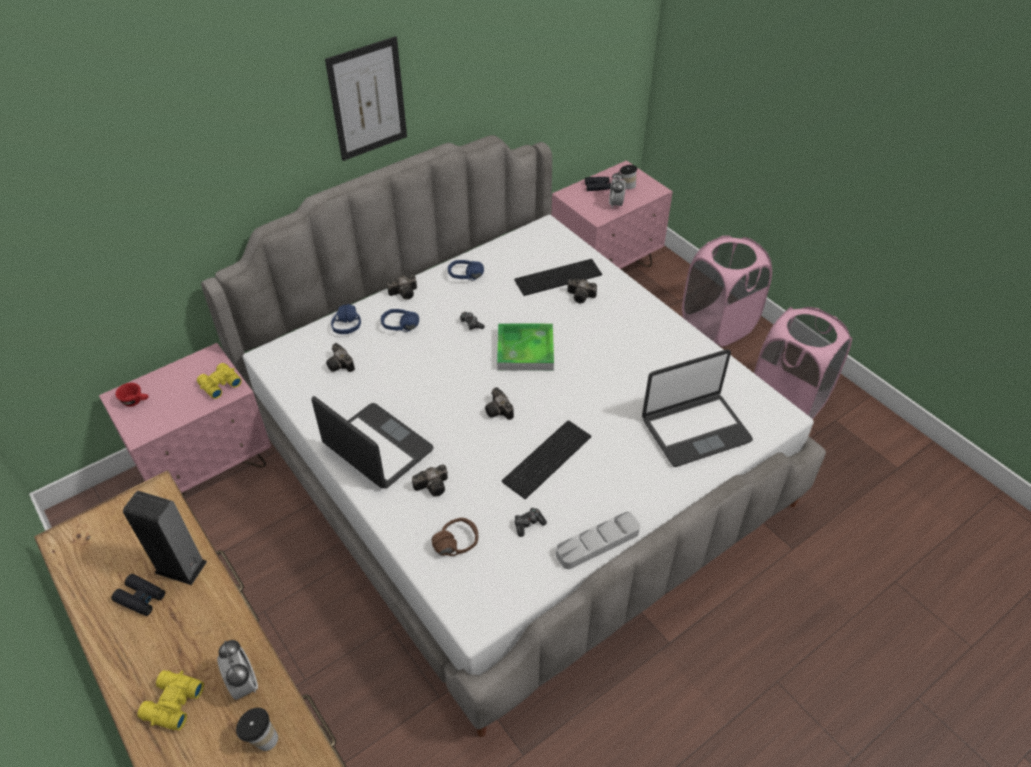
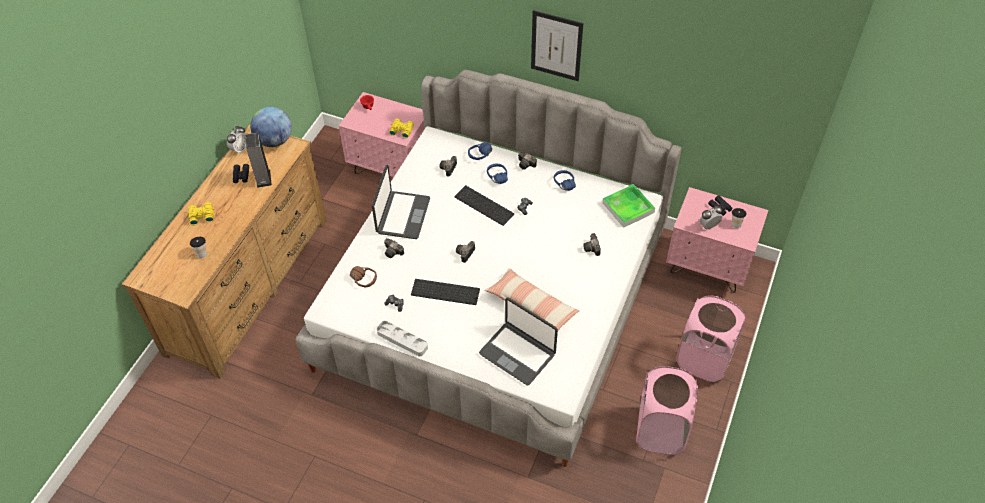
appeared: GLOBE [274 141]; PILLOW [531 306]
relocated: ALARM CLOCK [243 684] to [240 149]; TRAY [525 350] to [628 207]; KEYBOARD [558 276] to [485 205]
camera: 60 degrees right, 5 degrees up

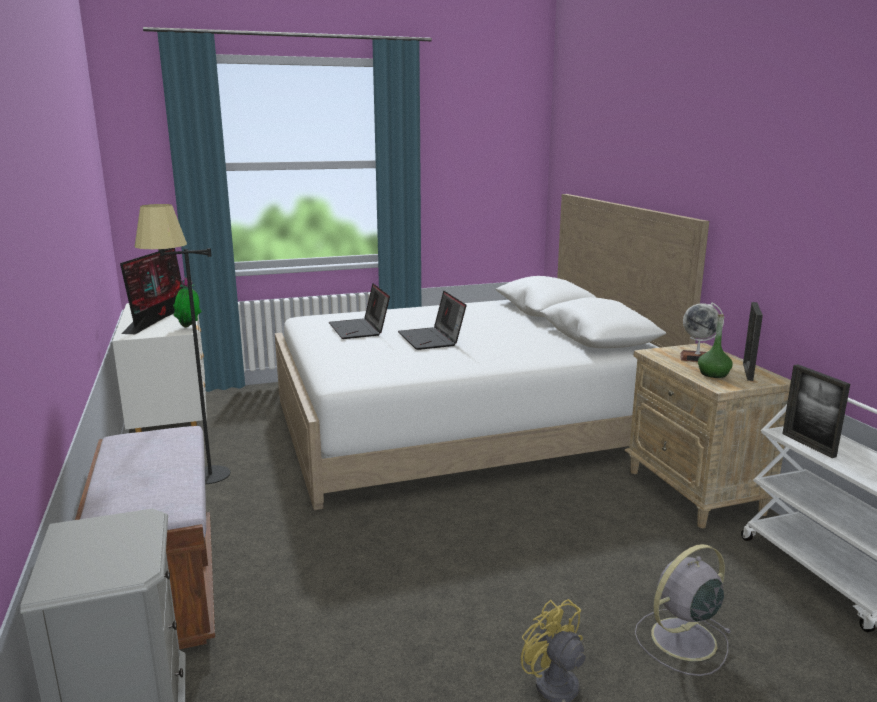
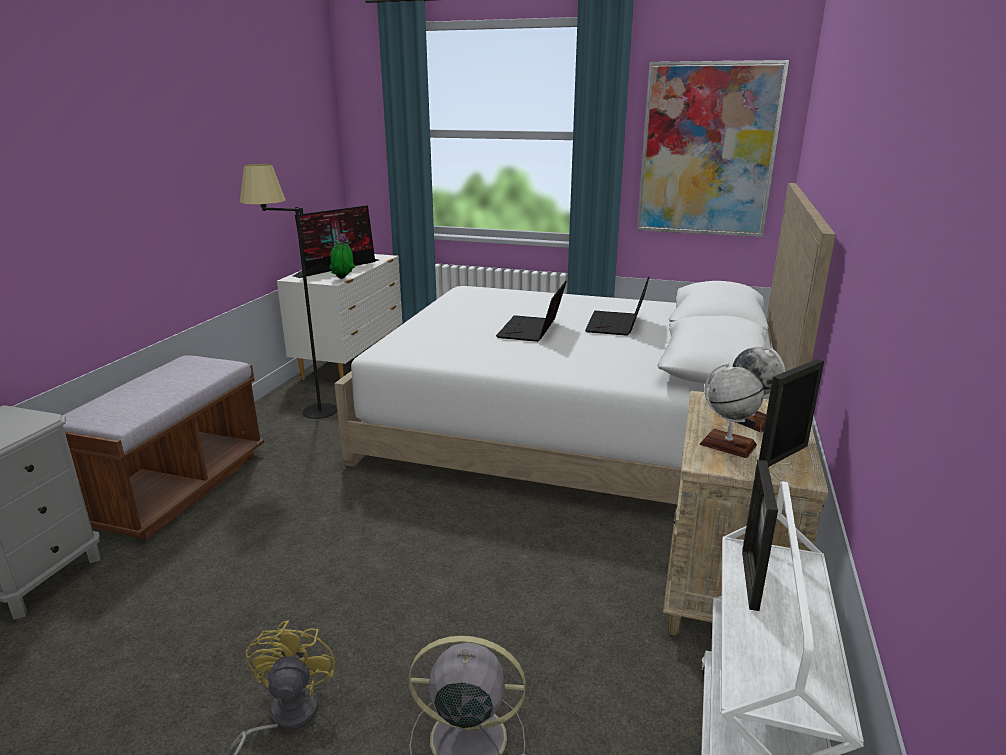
appeared: PICTURE [707 150]
relocated: LAPTOP [360 329] to [617 325]
exchanged: GREEN BOTTLE [713 374] to GLOBE [727 445]
camera: 35 degrees right, 5 degrees up

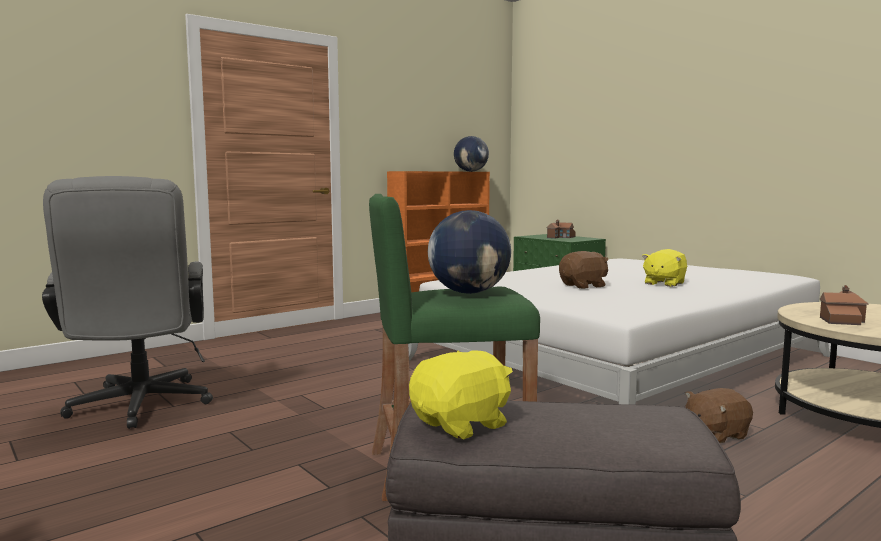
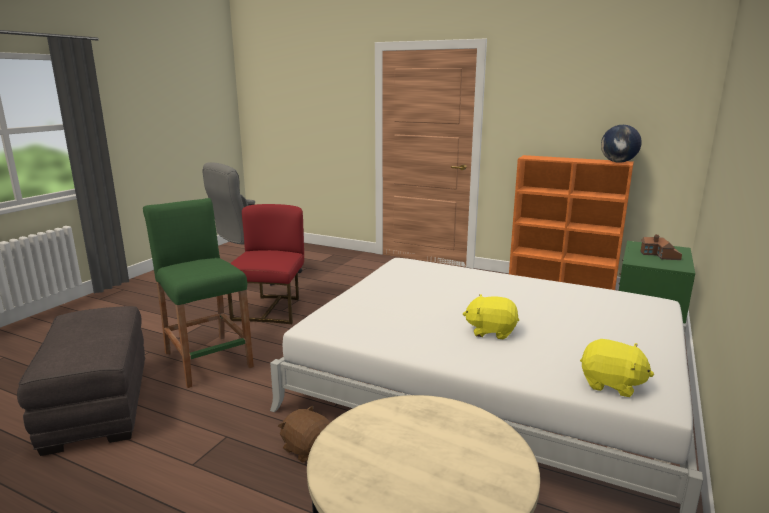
missing: GLOBE [469 292]; BROWN PLUSH TOY [584 286]; TOY HOUSE [841 319]
appeared: RED CHAIR [271 309]
relocated: YELLOW PLUSH TOY [462 425] to [611 384]
camera: 65 degrees right, 10 degrees up

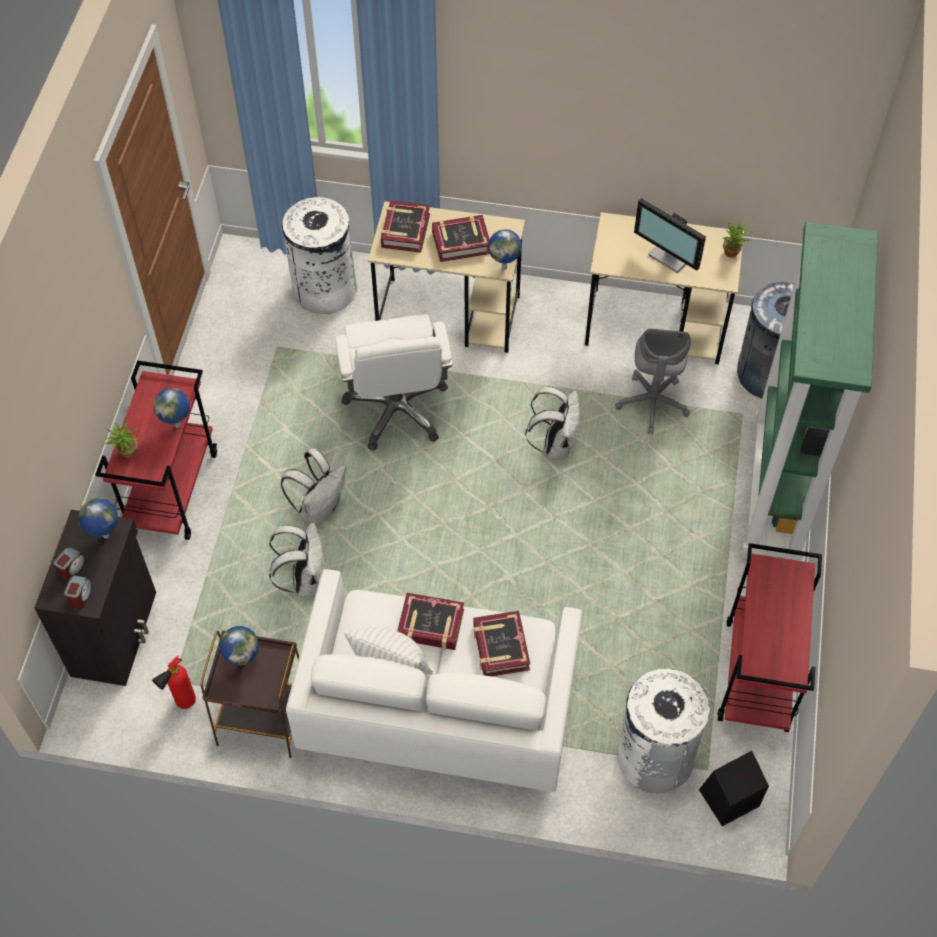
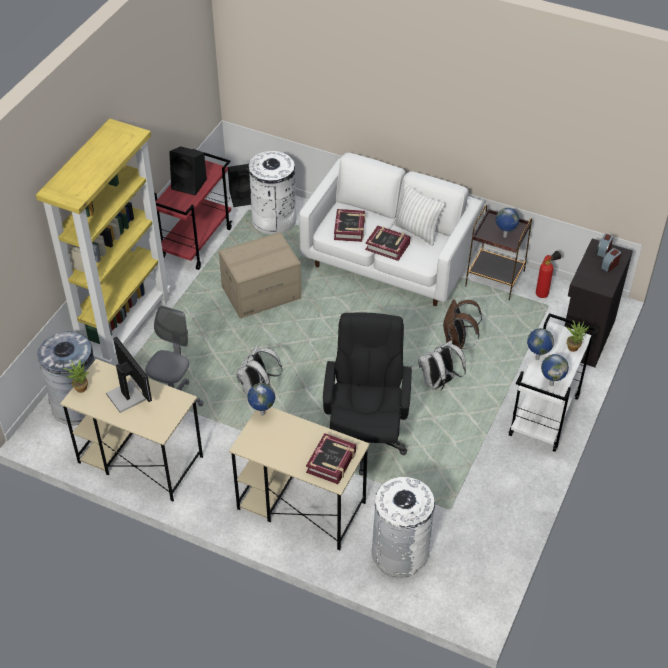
missing: BOOK [461 242]
appeared: BLACK SPEAKER [190 184]; CARDBOARD BOX [261 292]
relocated: GLOBE [105 536] to [551 384]
colour: RED CART [171 490] to WHITE CART [544 417]; WHITE BACKPACK [304 579] to BROWN BACKPACK [457 343]; WHITE OFFICE CHAIR [397 409] to BLACK OFFICE CHAIR [365 439]; GREEN BOOKCASE [775 496] to YELLOW BOOKCASE [125 328]
camera: 165 degrees left, 10 degrees down

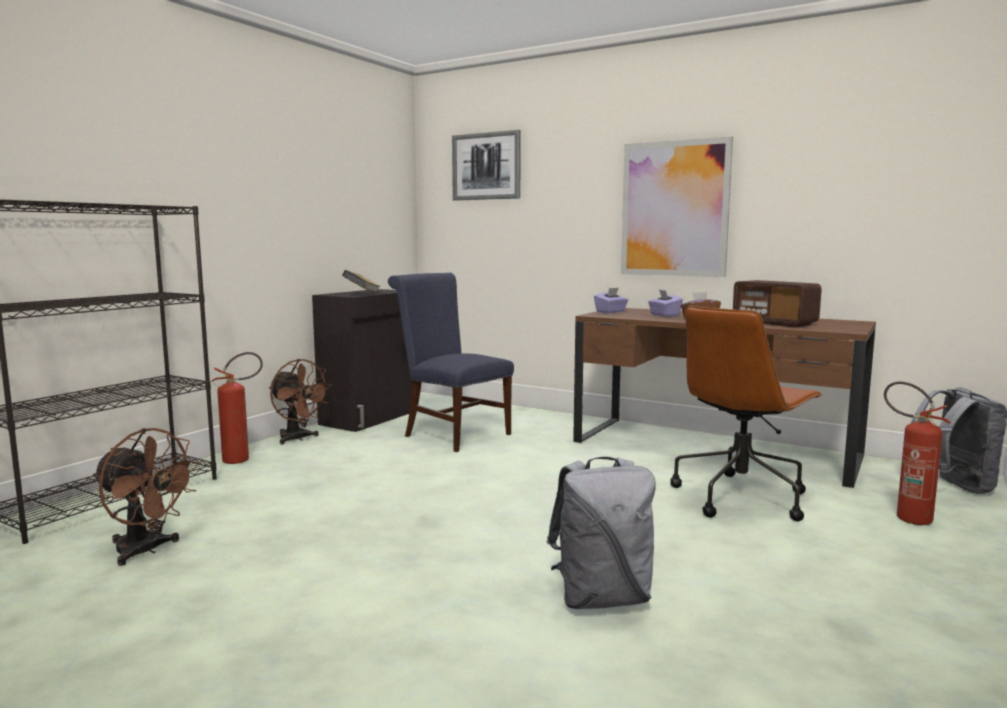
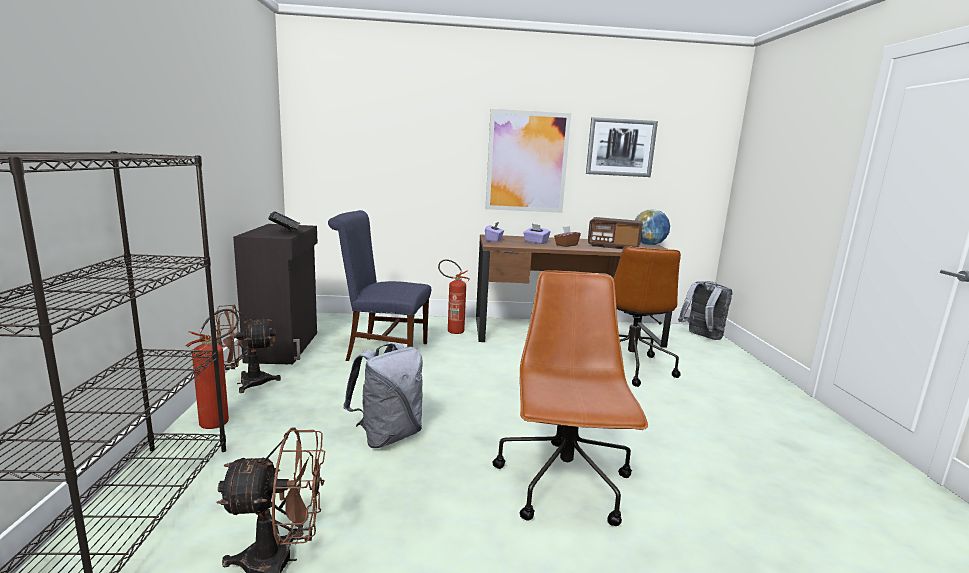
appeared: BROWN OFFICE CHAIR [564 485]; GLOBE [649 245]
relocated: PICTURE [486 166] to [620 147]; GREY BACKPACK [601 598] to [388 436]; FIRE EXTINGUISHER [905 517] to [451 331]
spun: BROWN FAN [298 439] = [246 383] 150 degrees clockwise
camera: 35 degrees left, 5 degrees up

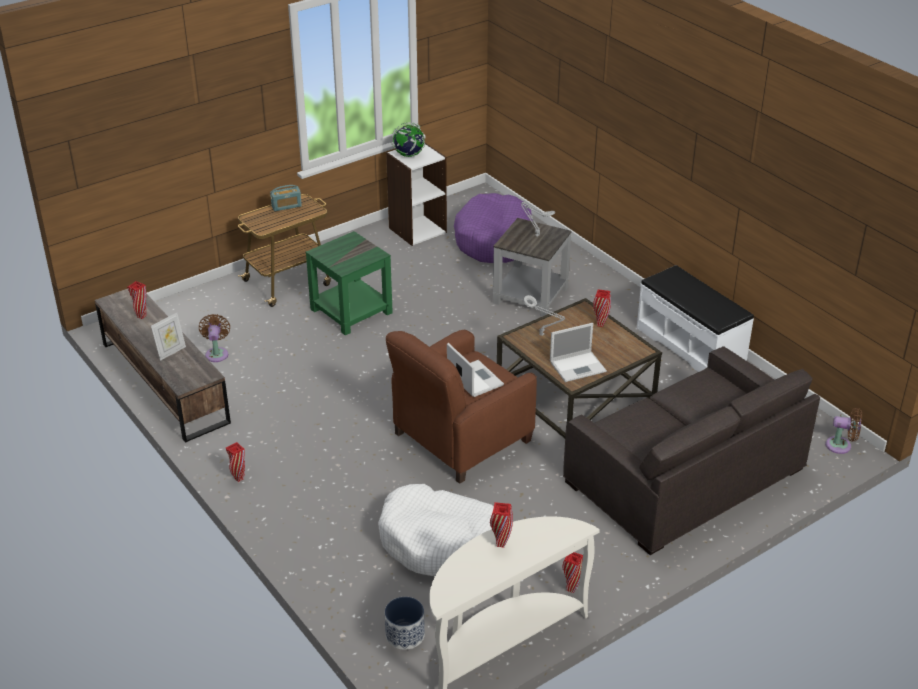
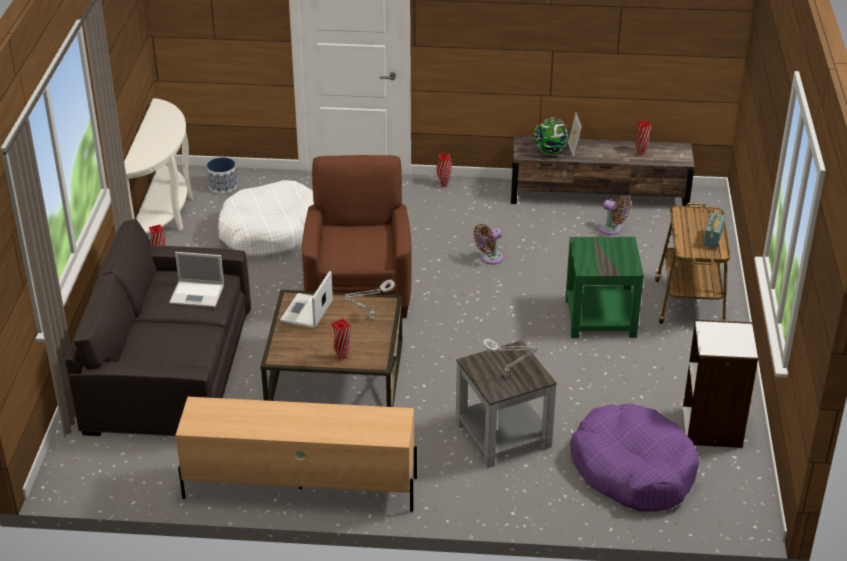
missing: RED VASE [500 544]
relocated: GLOBE [408 155] to [550 151]; LAPTOP [474 378] to [198 294]; BROWN FAN [841 446] to [489 258]
exchanged: WHITE BENCH [691 345] to BEIGE TV STAND [299 487]
camera: 130 degrees right, 0 degrees up

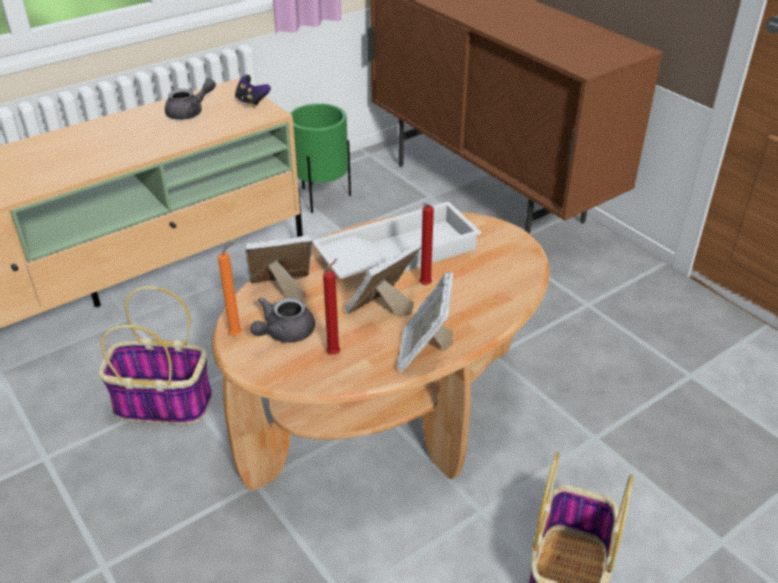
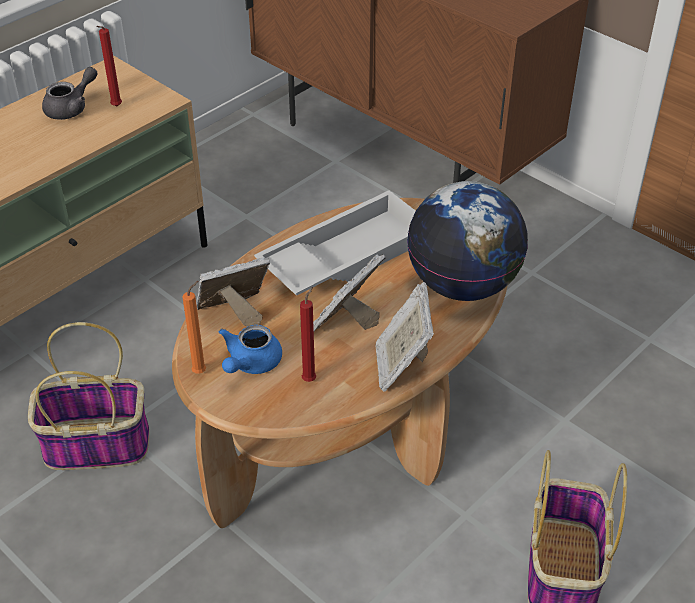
missing: GAME CONTROLLER [252 102]; GREEN PLANTER [322 199]
appeared: GLOBE [463 285]
relocated: RED CANDLE [424 286] to [115 107]
colour: GREY TEAPOT [284 333] to BLUE TEAPOT [250 363]
camera: 10 degrees left, 5 degrees up

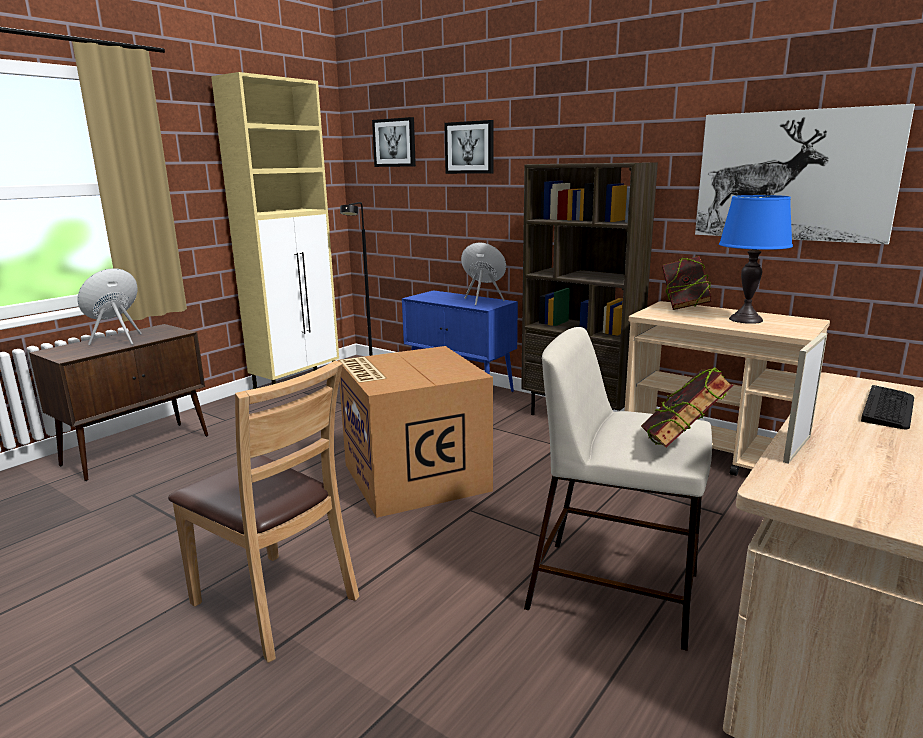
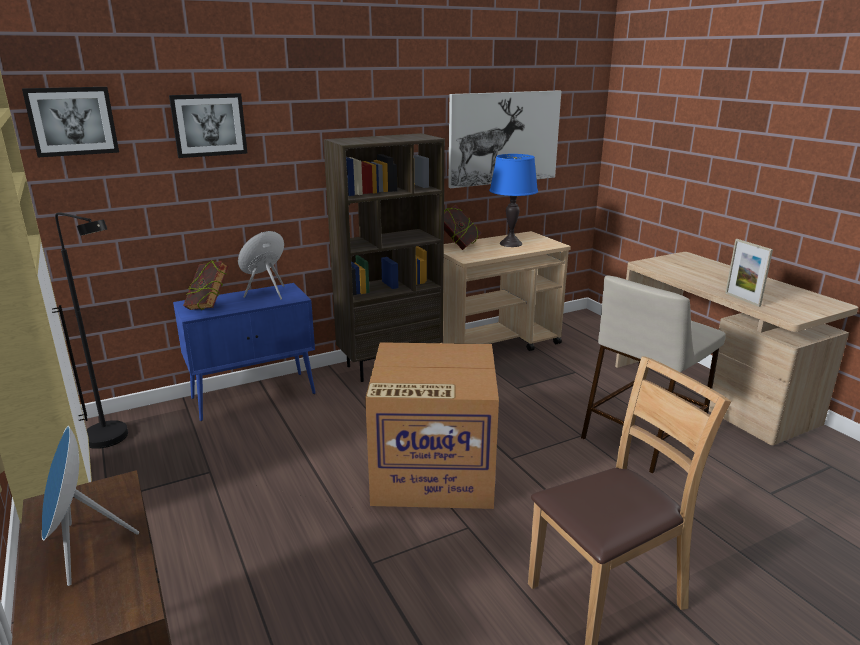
missing: KEYBOARD [888 408]
relocated: BOOK [680 446] to [209 307]
camera: 65 degrees left, 5 degrees up

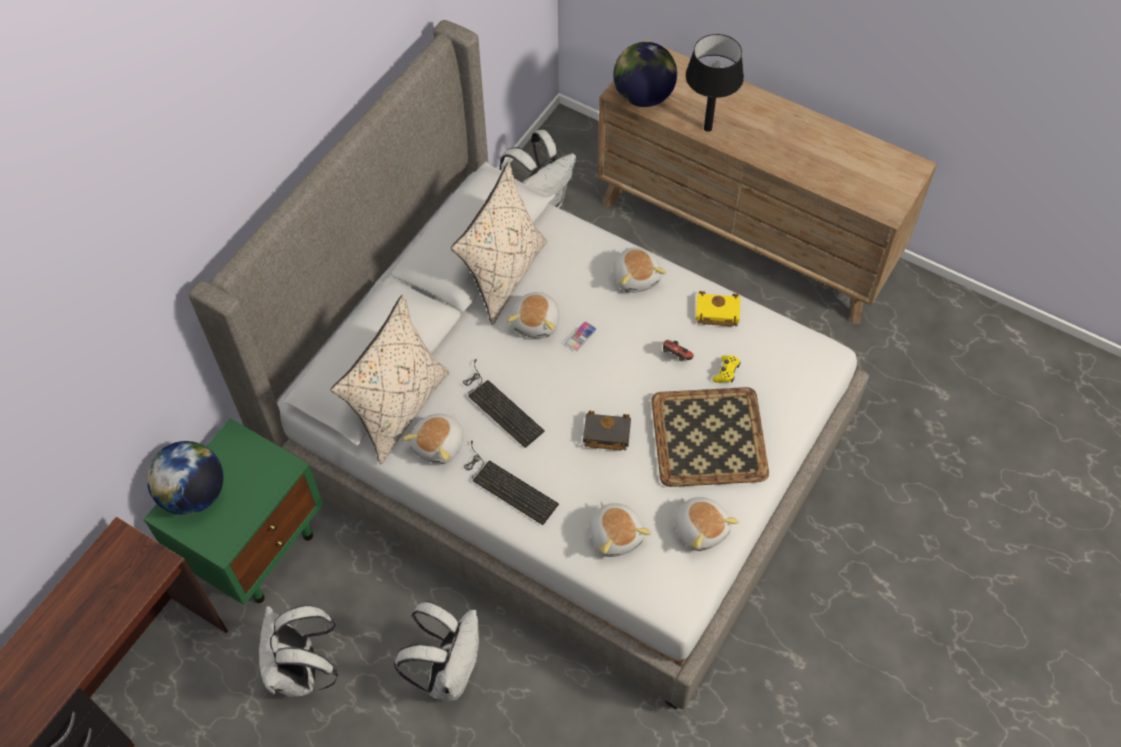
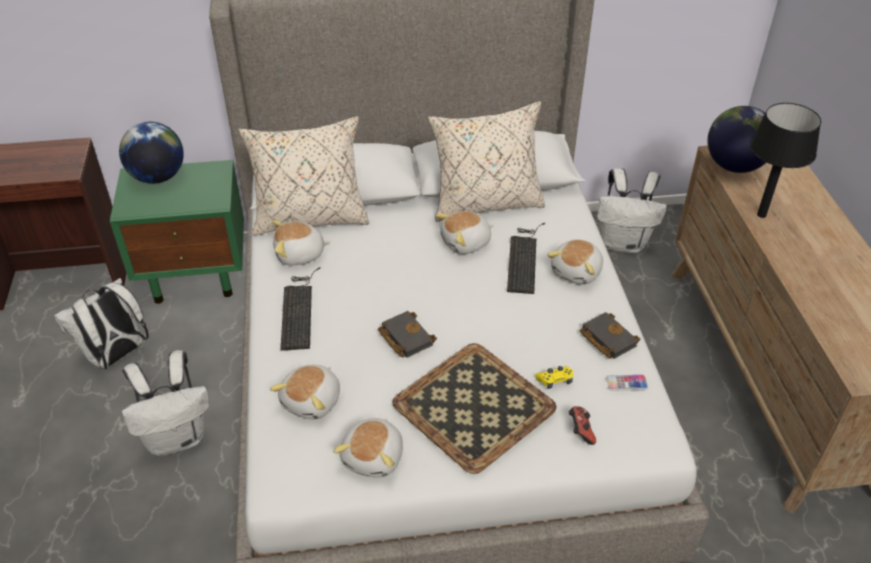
relocated: KEYBOARD [499 406] to [524 258]; PHONE [581 336] to [626 383]; GAME CONTROLLER [675 356] to [580 431]
colour: YELLOW BOOK [716 312] to BLACK BOOK [606 338]
camera: 50 degrees right, 15 degrees down

